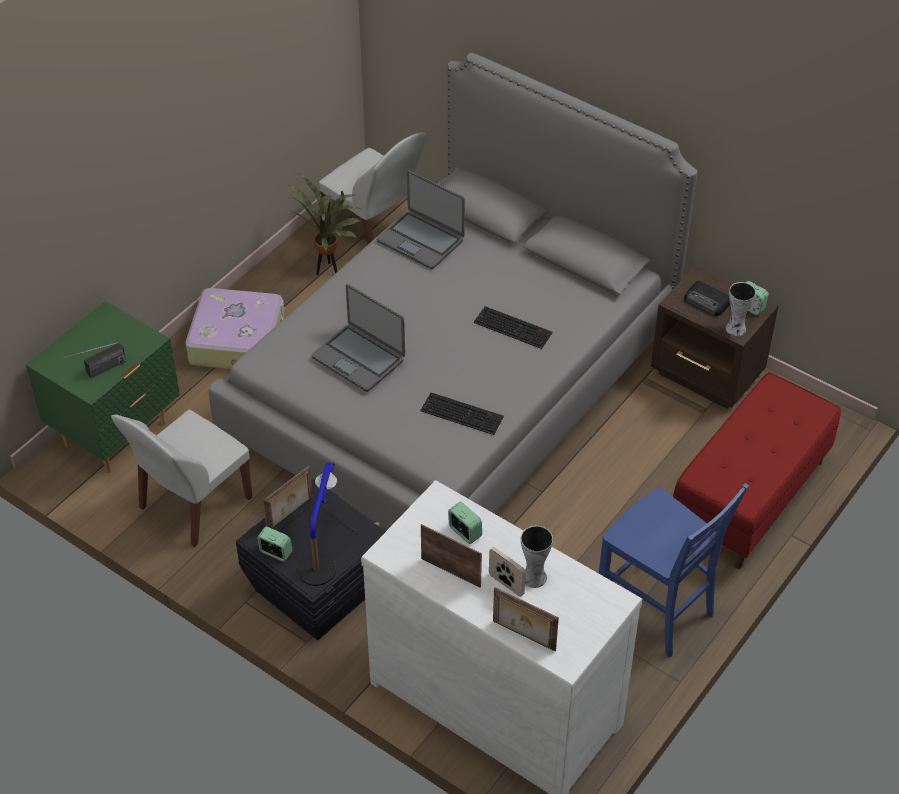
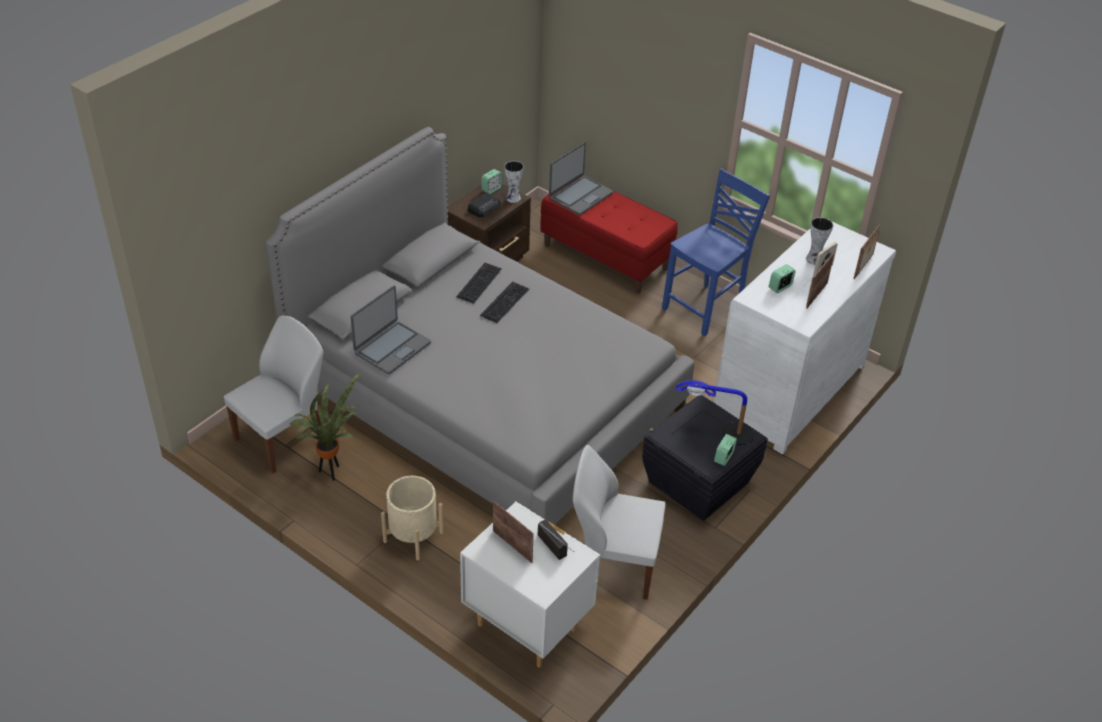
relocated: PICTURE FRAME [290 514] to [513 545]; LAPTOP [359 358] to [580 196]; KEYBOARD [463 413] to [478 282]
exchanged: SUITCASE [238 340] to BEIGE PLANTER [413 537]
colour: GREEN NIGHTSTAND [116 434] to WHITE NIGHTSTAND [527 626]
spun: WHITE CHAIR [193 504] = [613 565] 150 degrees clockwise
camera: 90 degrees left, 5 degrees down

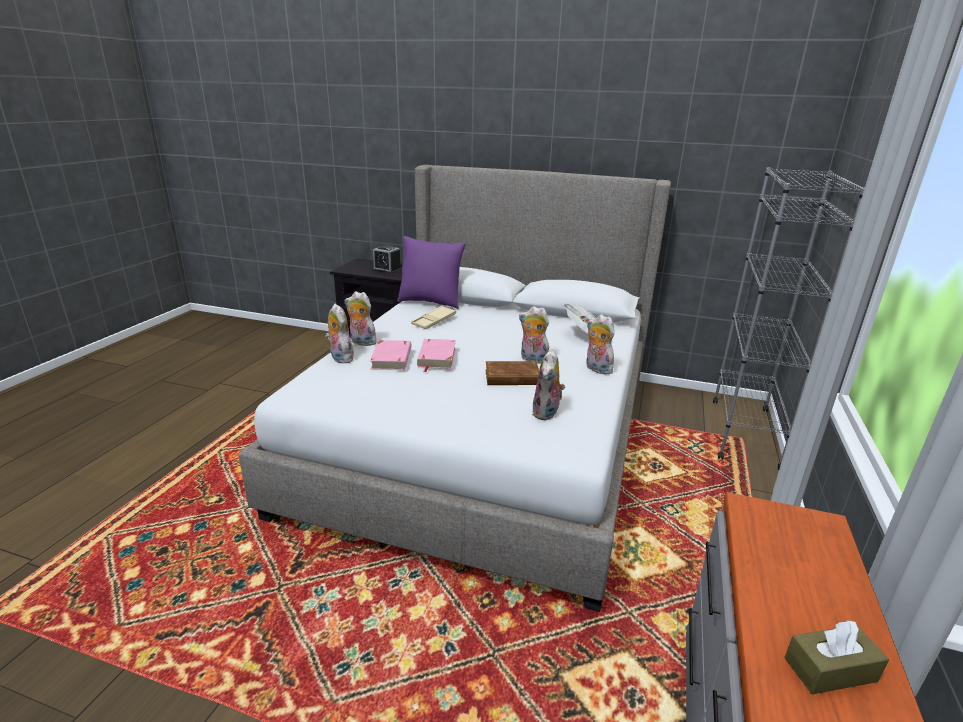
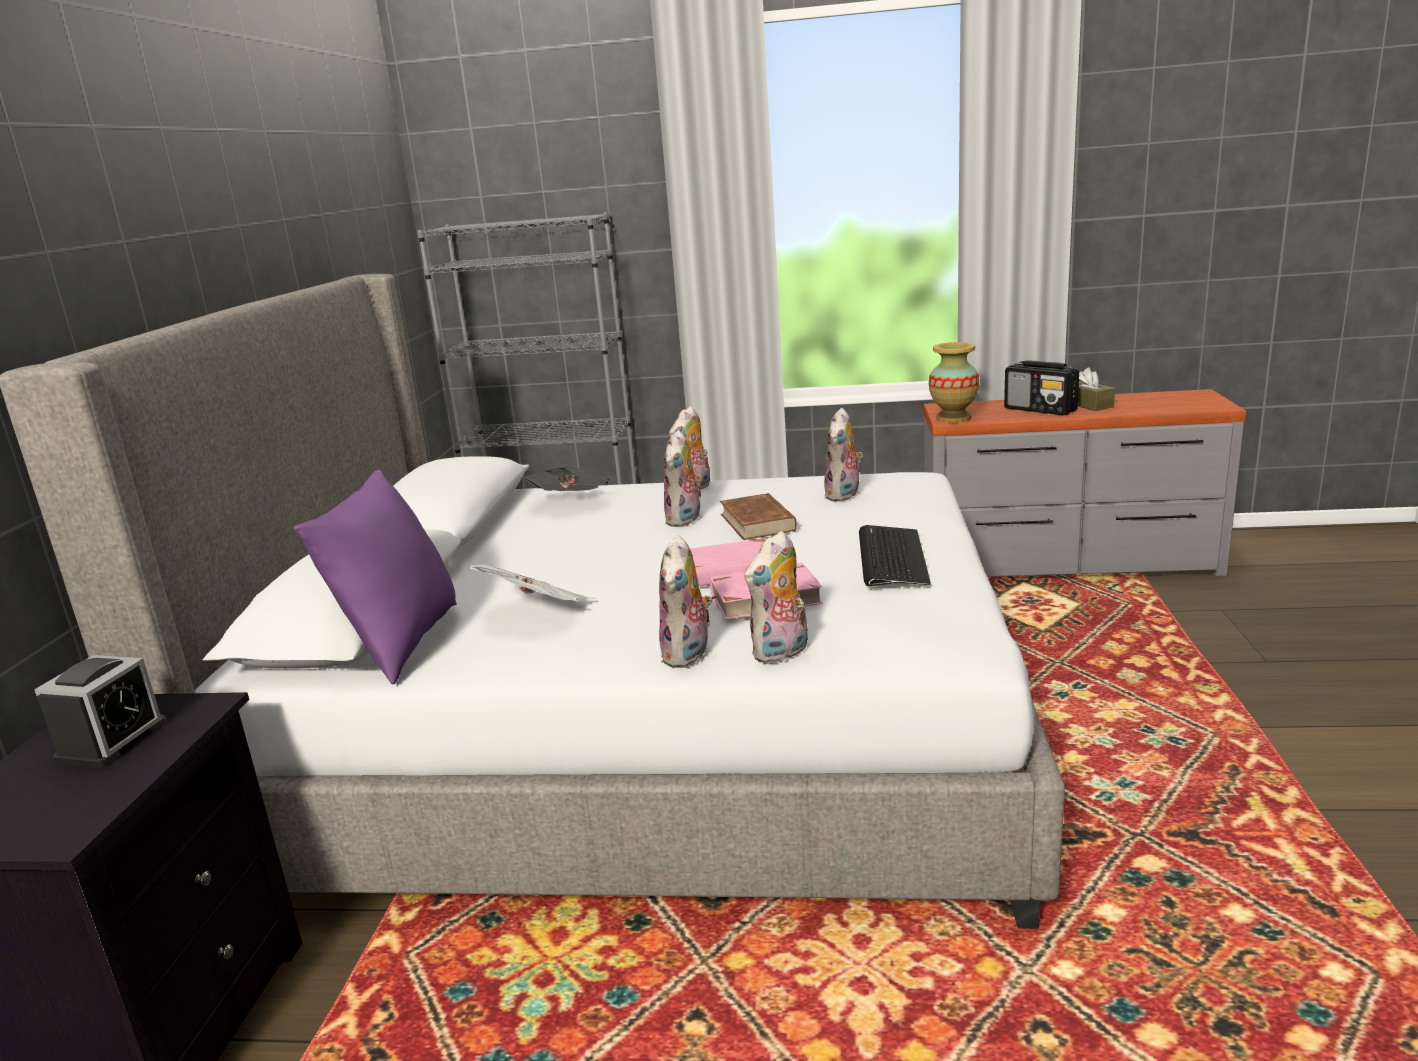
appeared: KEYBOARD [891 557]; VASE [953 419]; RADIO [1040 410]
exchanged: BEIGE TRAY [434 321] to NEWSPAPER [537 612]
spun: PLUSH TOY [547 413] = [844 495] 105 degrees clockwise
camera: 100 degrees left, 5 degrees down

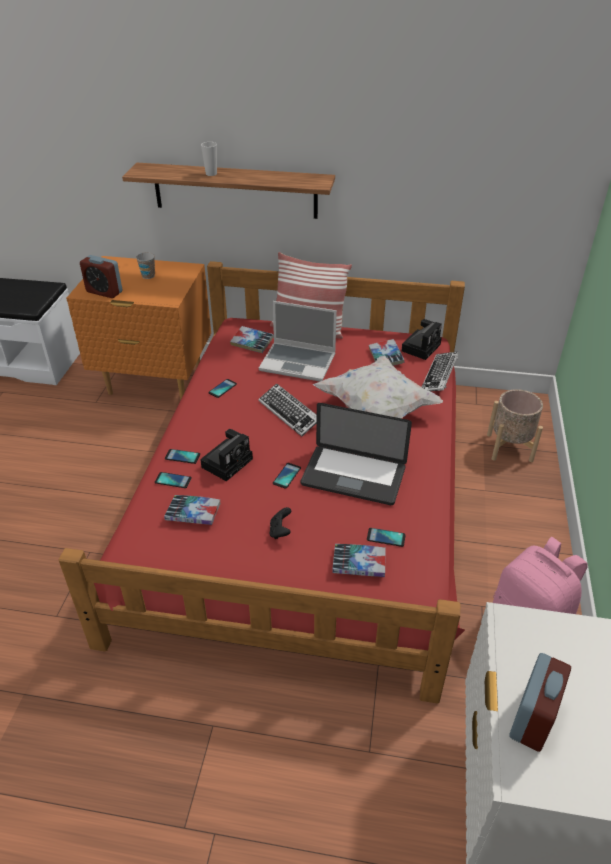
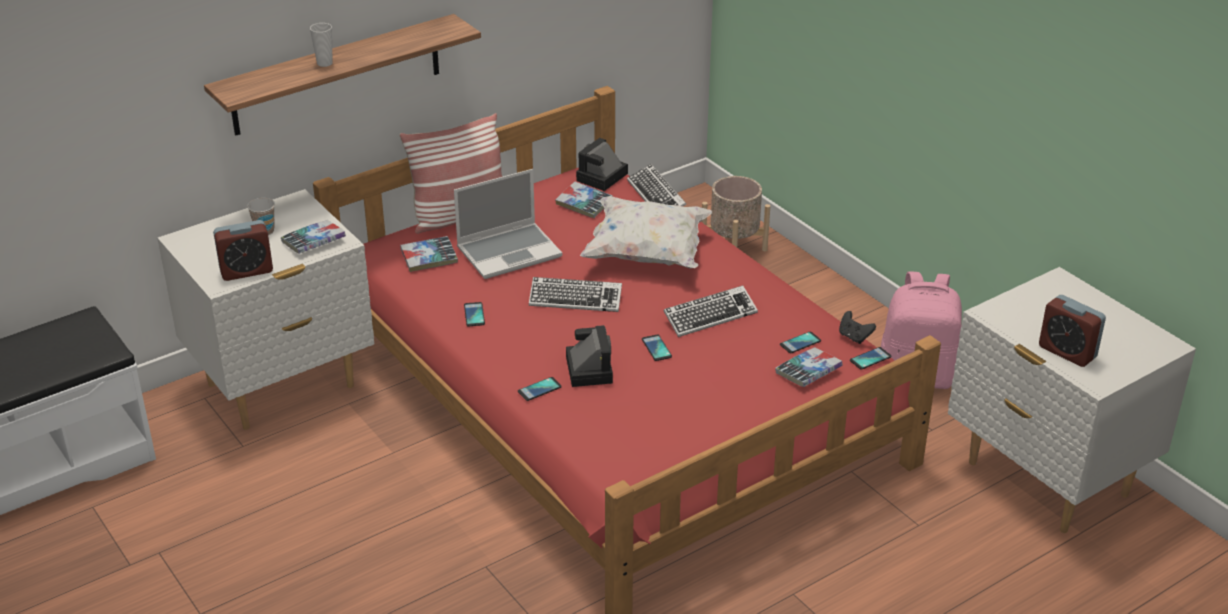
relocated: PHONE [173 480] to [870 359]; BOOK [193 513] to [313 242]; BLACK GAME CONTROLLER [280 531] to [854 337]
exchanged: LAPTOP [353 476] to KEYBOARD [710 316]
colour: ORANGE NIGHTSTAND [155 382] to WHITE NIGHTSTAND [282 386]
spun: PHOTO CAMERA [421 347] = [601 178] 135 degrees counterclockwise; ALARM CLOCK [532 718] = [1067 352] 150 degrees clockwise
camera: 45 degrees left, 5 degrees down

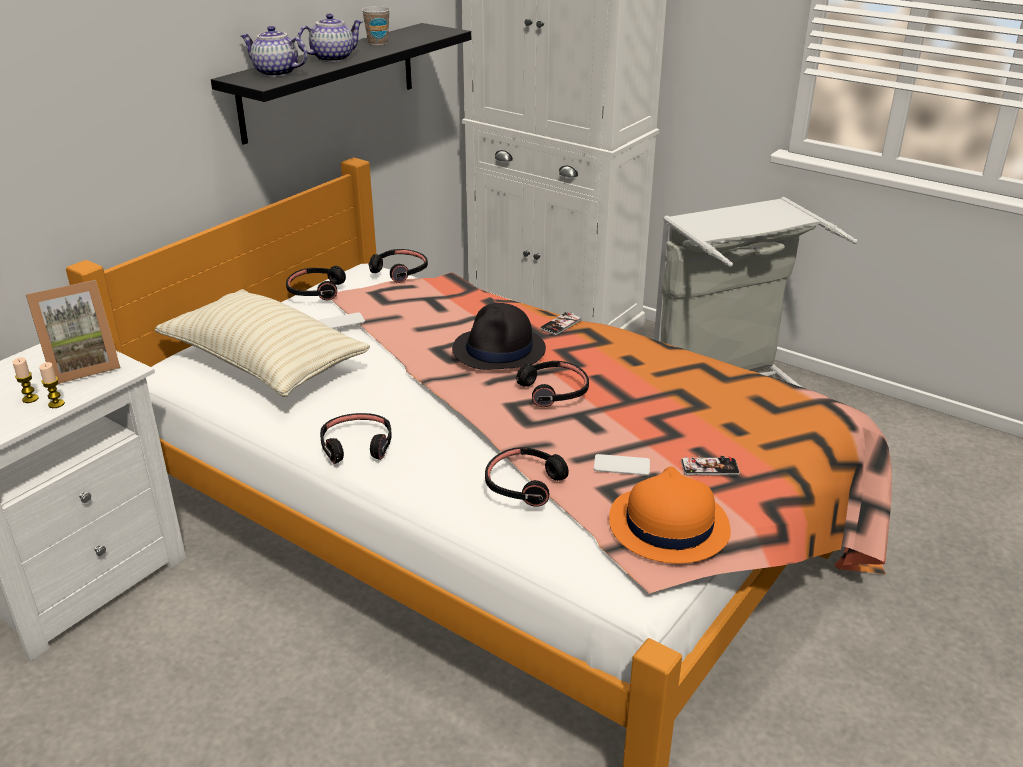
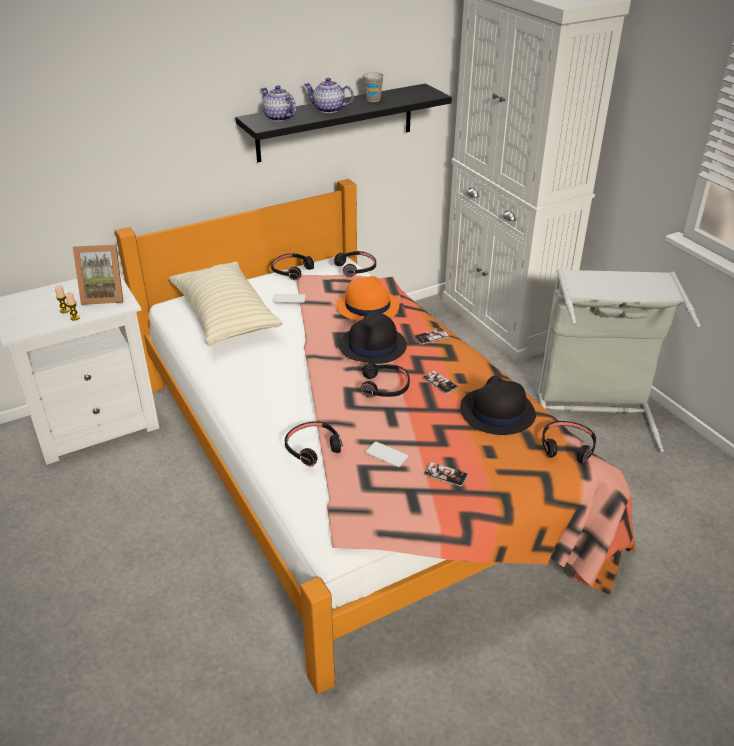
appeared: PHONE [440 383]; BLACK HAT [497 412]
relocated: BLACK HEADPHONES [357 445] to [567 447]; ORANGE HAT [668 525] to [367 306]
spun: TEAPOT [332 58] = [328 110] 150 degrees counterclockwise
camera: 25 degrees right, 5 degrees up

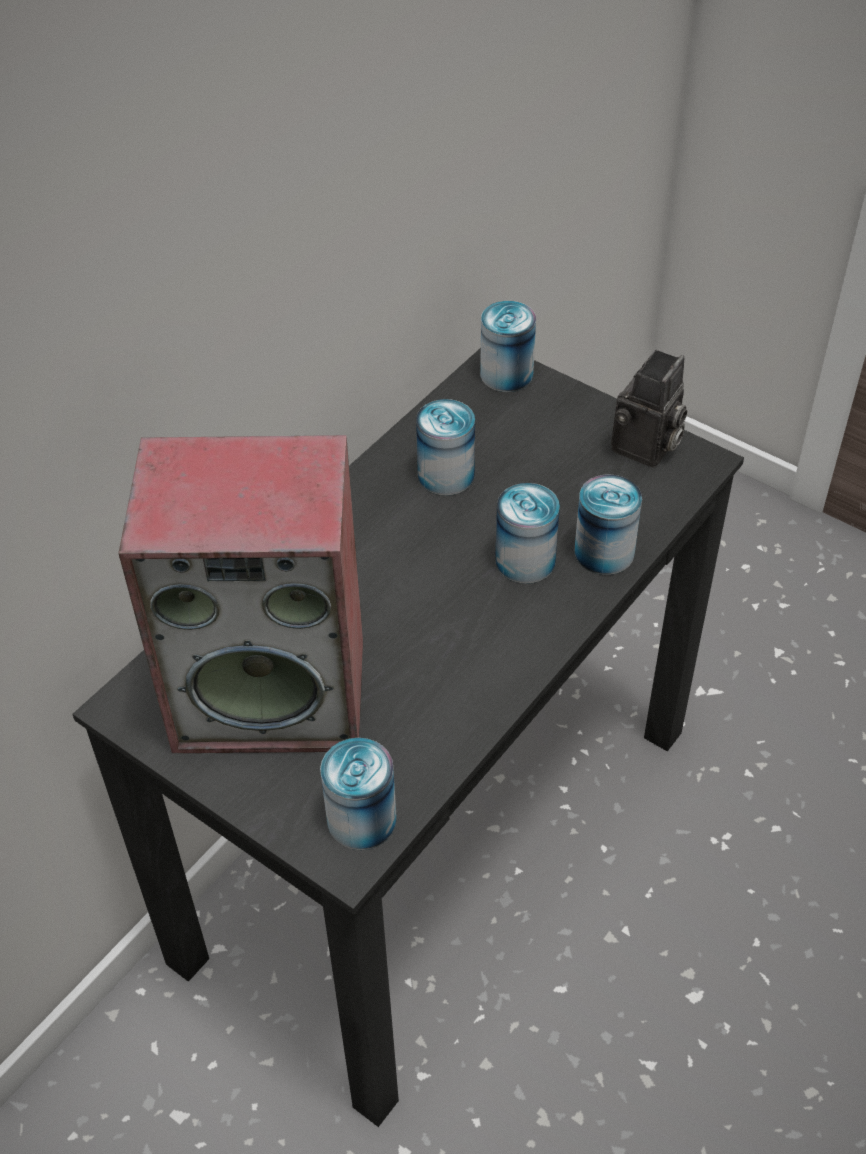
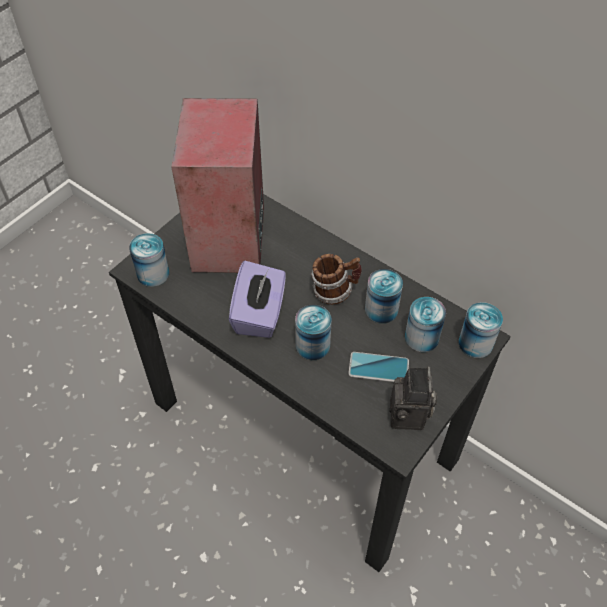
appeared: PURPLE TISSUE BOX [259 314]; MUG [334 291]; PHONE [378 368]
relocated: CAN [604 552] to [421 337]
spun: PHOTO CAMERA [646 448] = [410 417] 120 degrees counterclockwise
camera: 90 degrees right, 5 degrees up

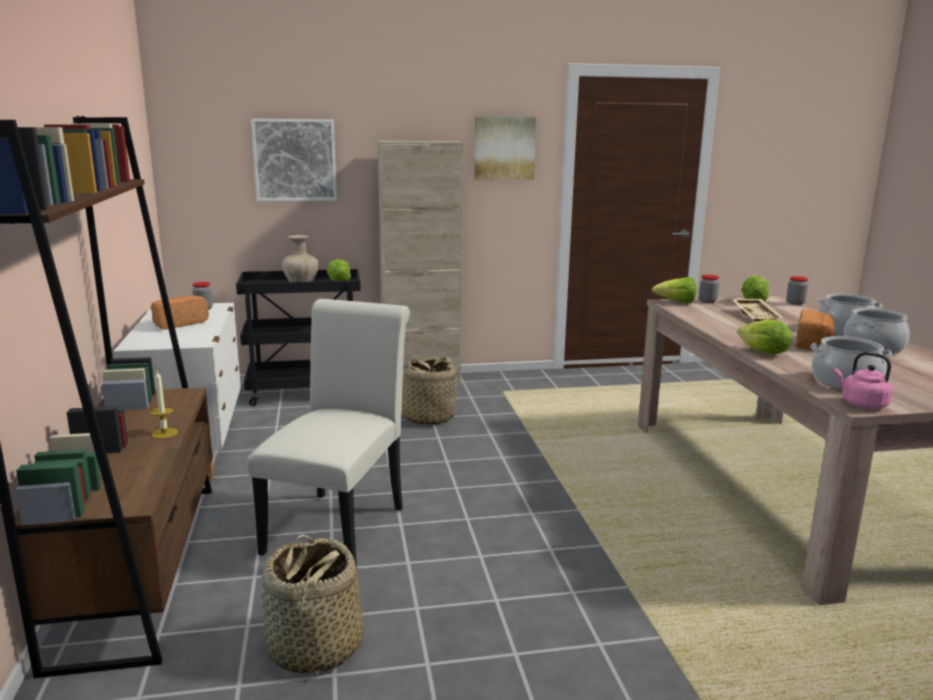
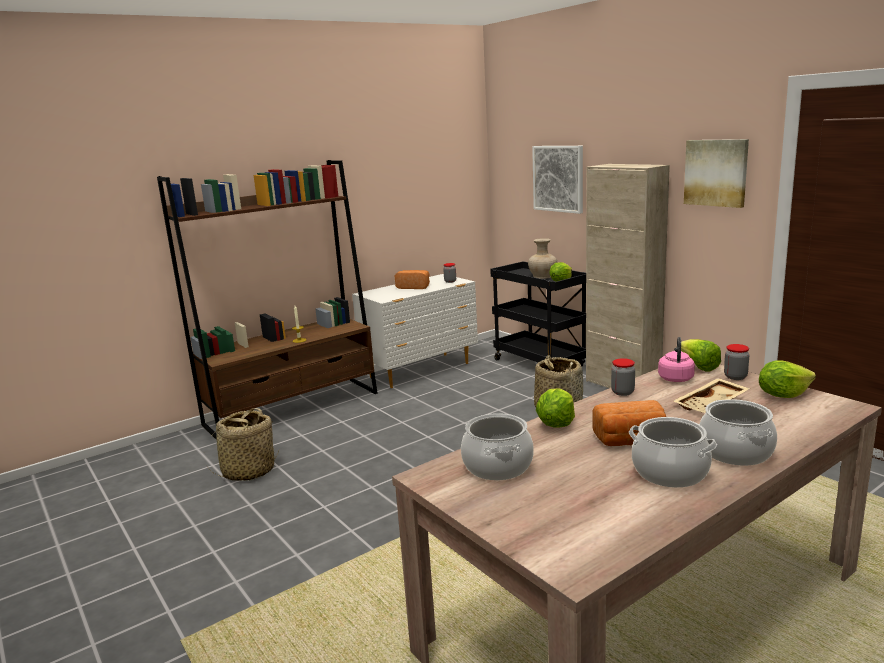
missing: WHITE CHAIR [340 525]
relocated: JAR [795 303] to [622 392]; PINK KETTLE [861 404] to [675 378]
camera: 65 degrees right, 0 degrees up

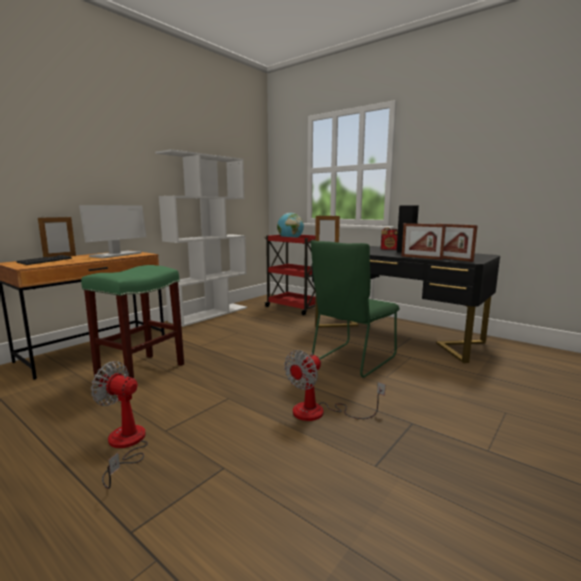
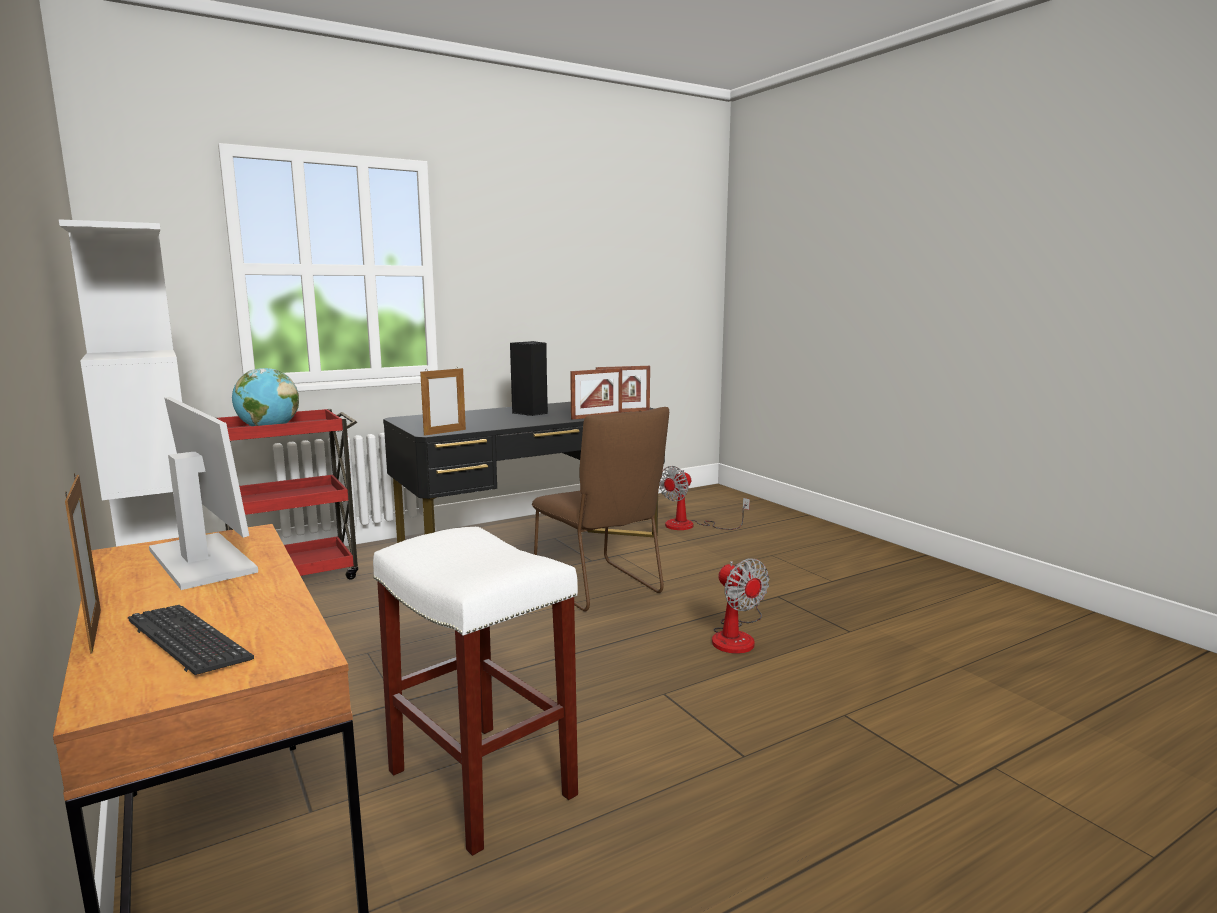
missing: RADIO [389 249]
relocated: FAN [125 445] to [690 526]
colour: GREEN STOOL [140 372] to WHITE STOOL [483 784]; GREEN CHAIR [351 361] to BROWN CHAIR [600 587]
camera: 70 degrees left, 0 degrees up

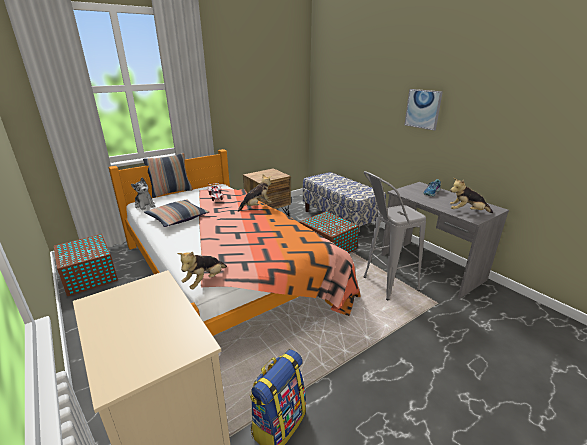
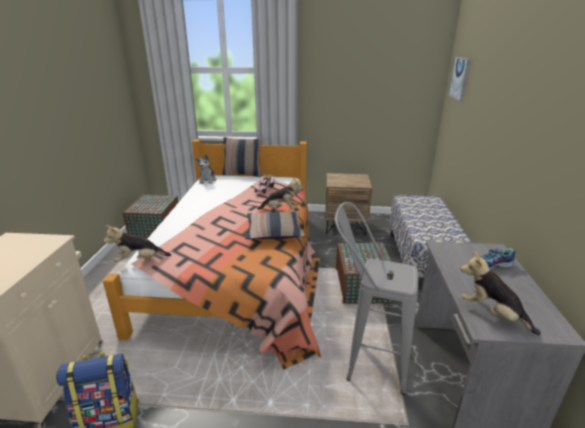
relocated: PILLOW [177 218] to [274 232]; PICTURE [423 109] to [460 78]
camera: 40 degrees right, 0 degrees up

